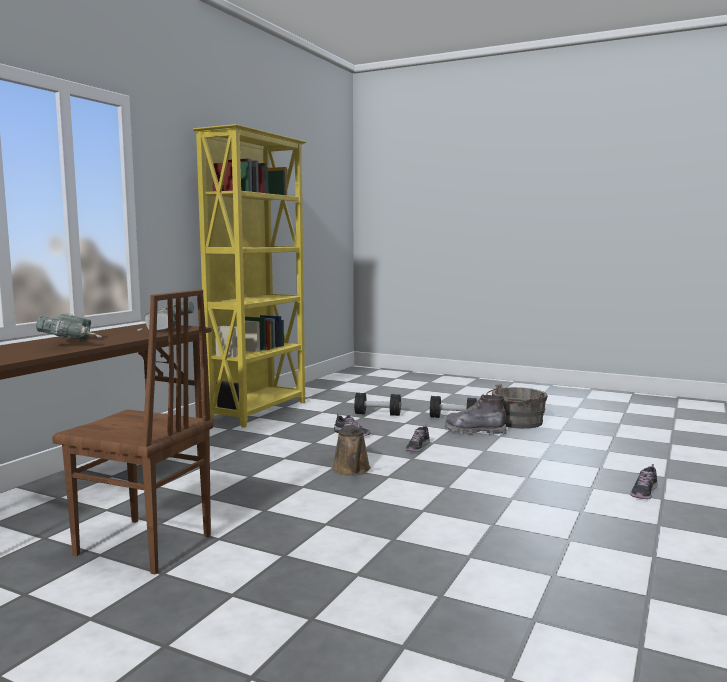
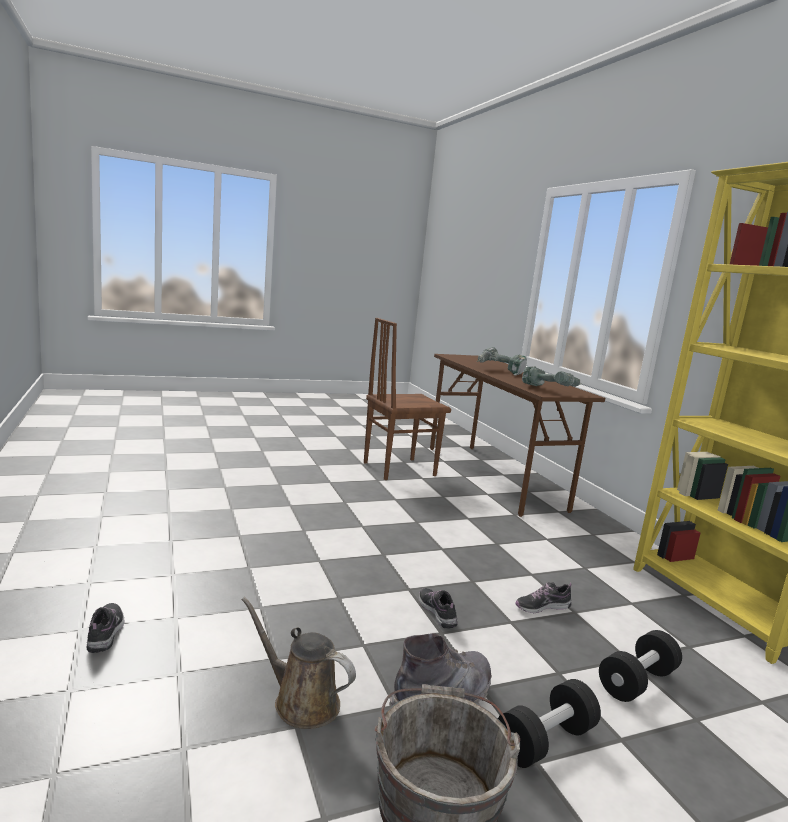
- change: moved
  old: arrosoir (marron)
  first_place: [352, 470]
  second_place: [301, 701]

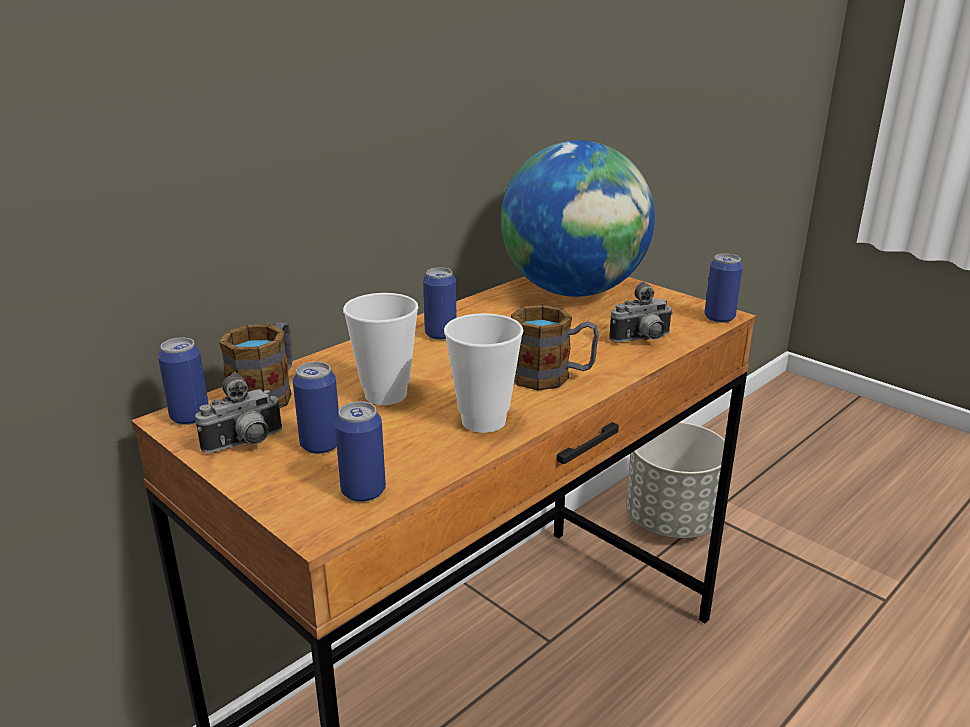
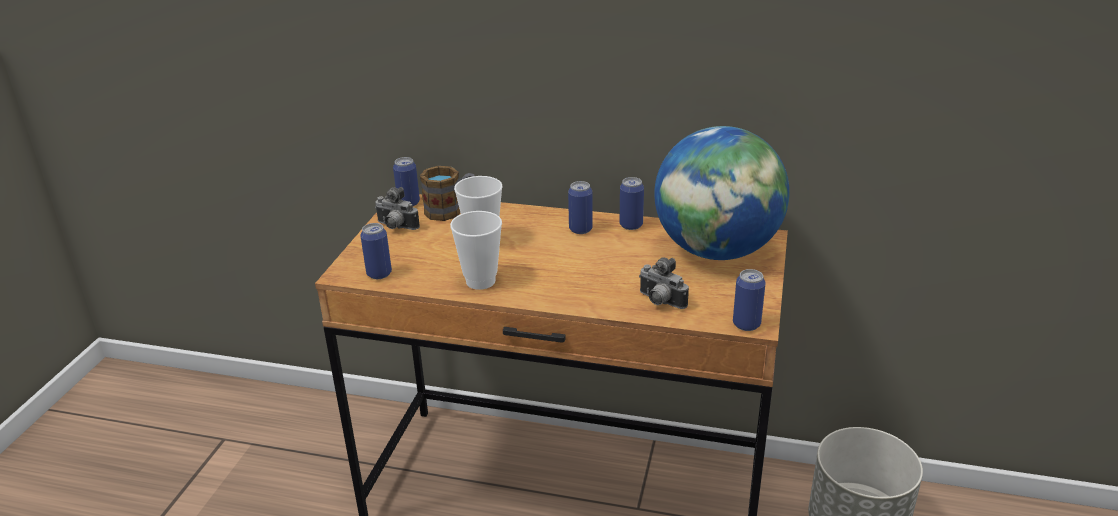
- change: moved
  old: boîte métallique
  first_place: [320, 445]
  second_place: [631, 225]
- change: removed
  old: mug
  first_place: [552, 377]

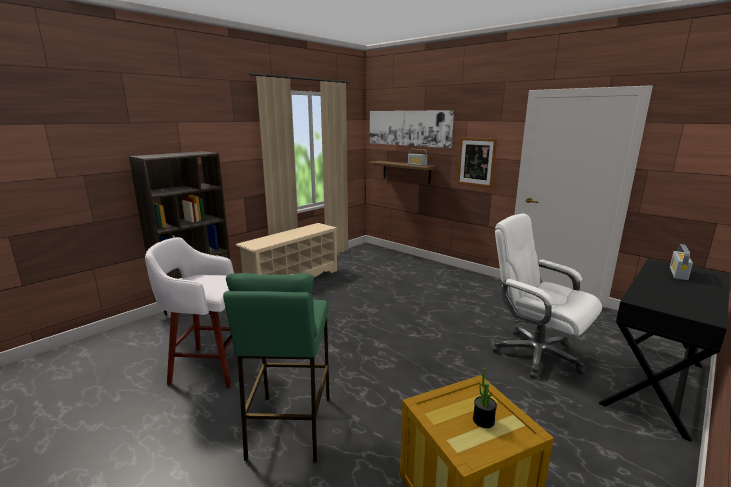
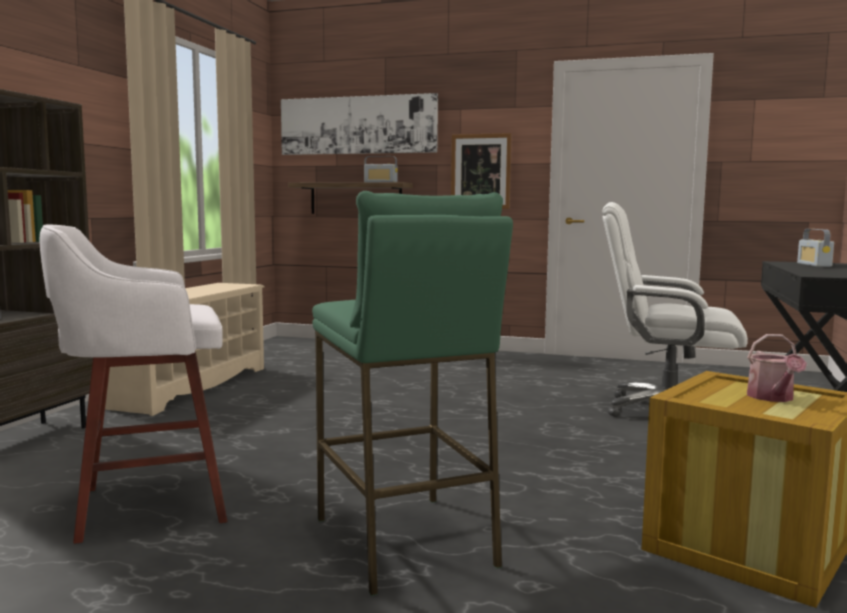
- change: replaced
  old: plante en pot
  new: arrosoir
  first_place: [483, 420]
  second_place: [772, 398]

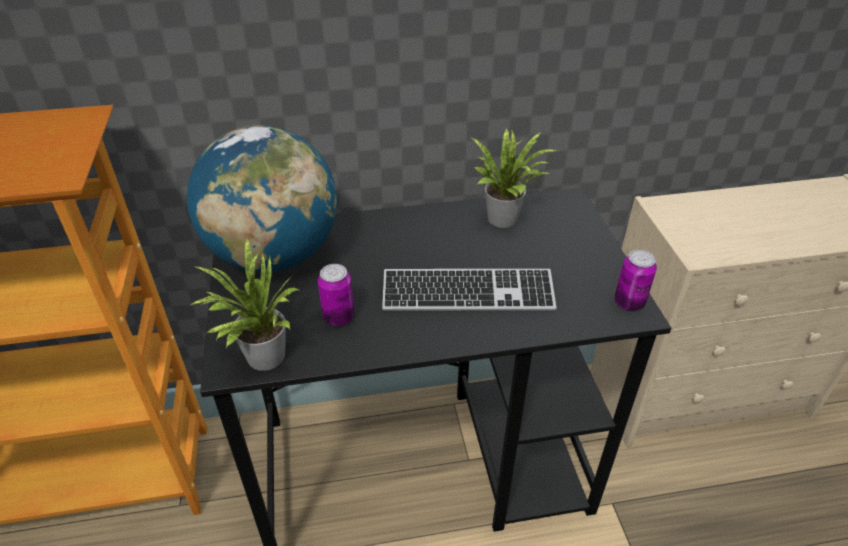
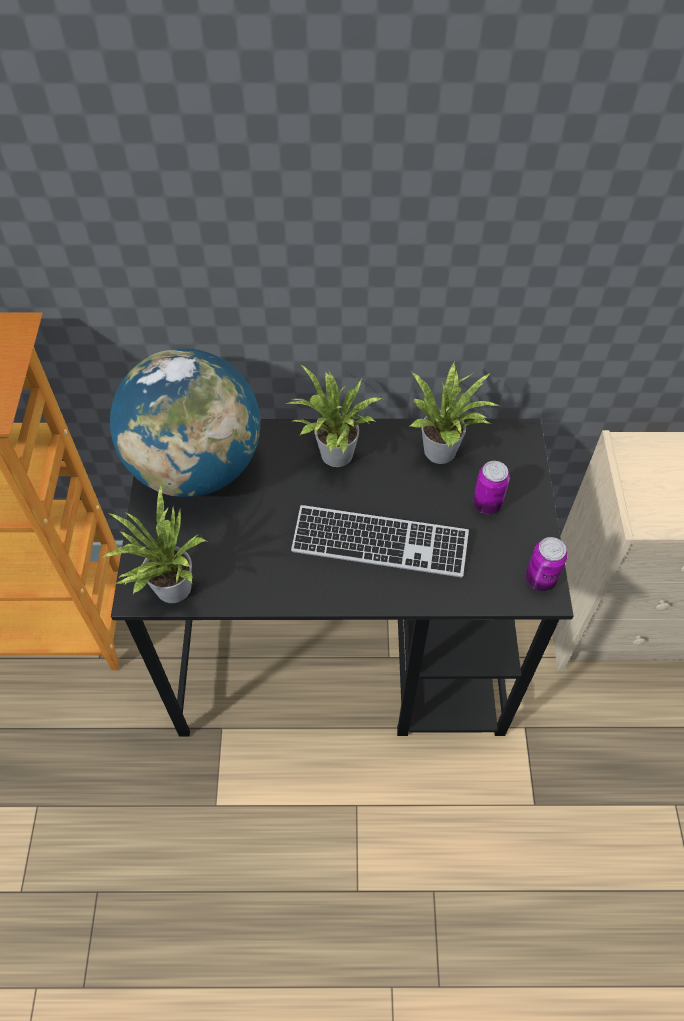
- change: added
  new: plante en pot
  second_place: [333, 457]
- change: moved
  old: boîte métallique
  first_place: [338, 317]
  second_place: [487, 504]

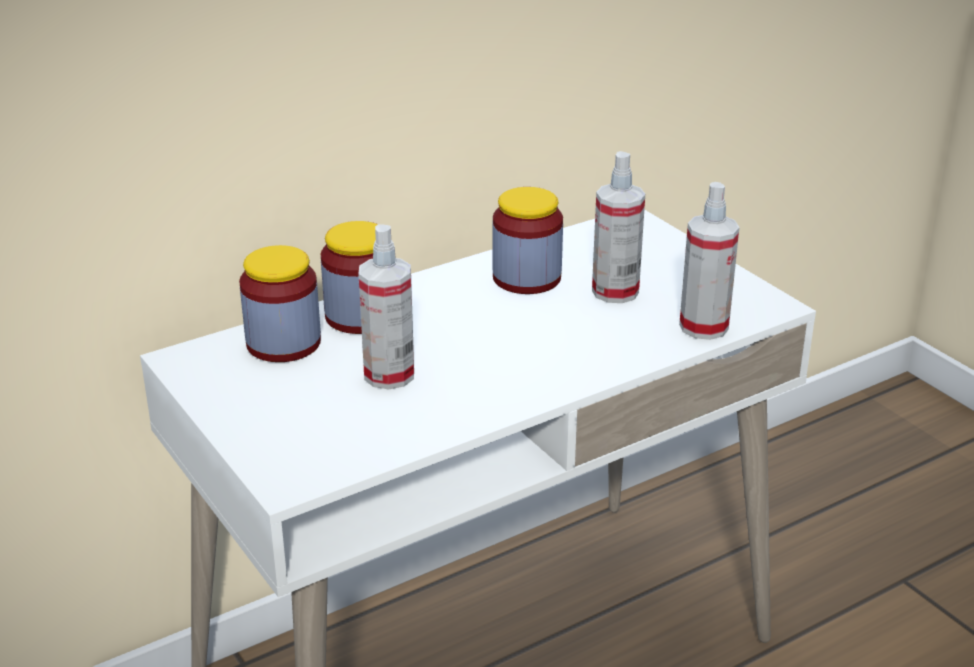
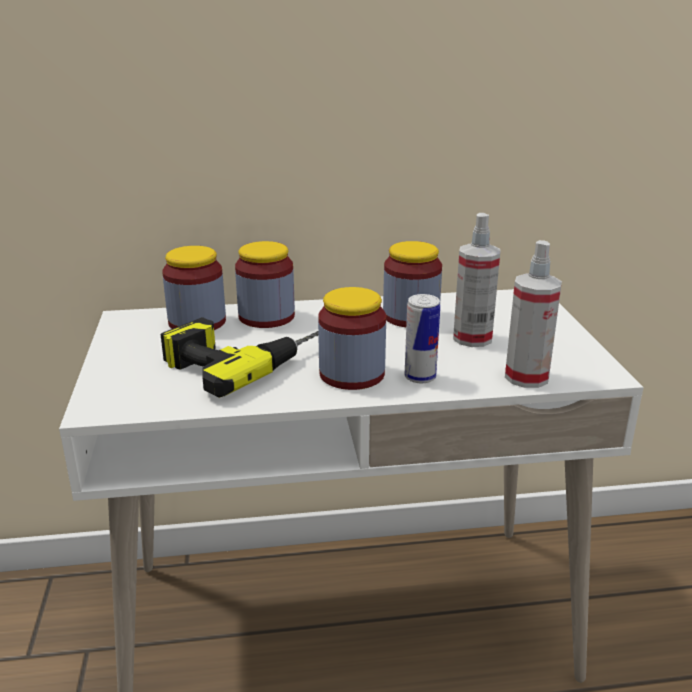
- change: replaced
  old: vaporisateur
  new: perceuse
  first_place: [389, 375]
  second_place: [245, 356]
- change: added
  new: bocal
  second_place: [352, 374]
- change: added
  new: boîte métallique
  second_place: [420, 377]

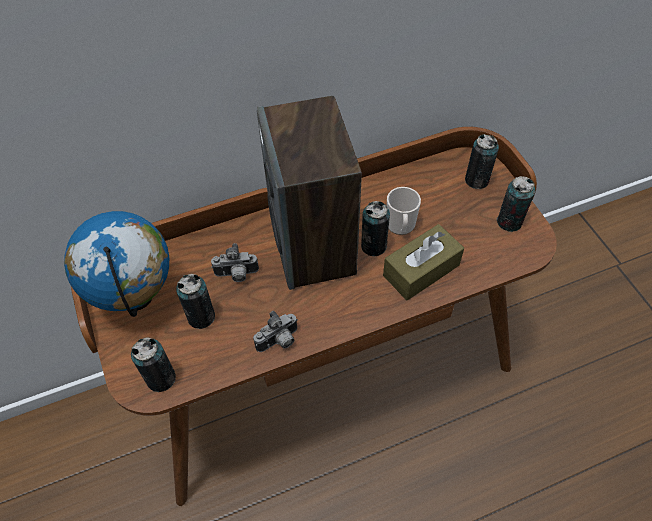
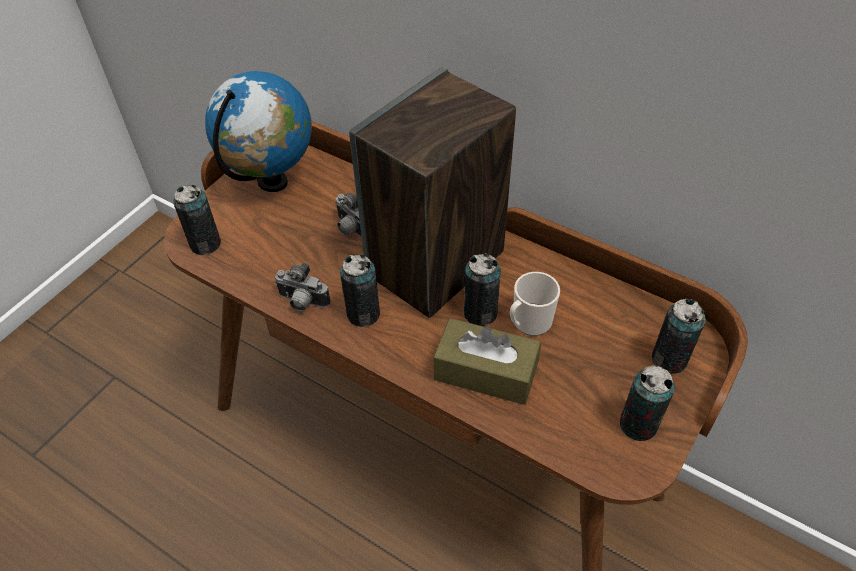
- change: moved
  old: boîte métallique
  first_place: [201, 317]
  second_place: [363, 314]

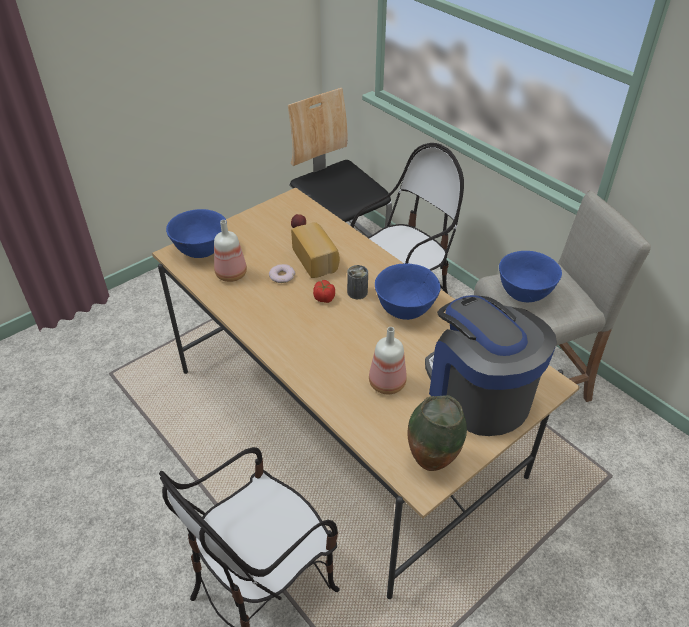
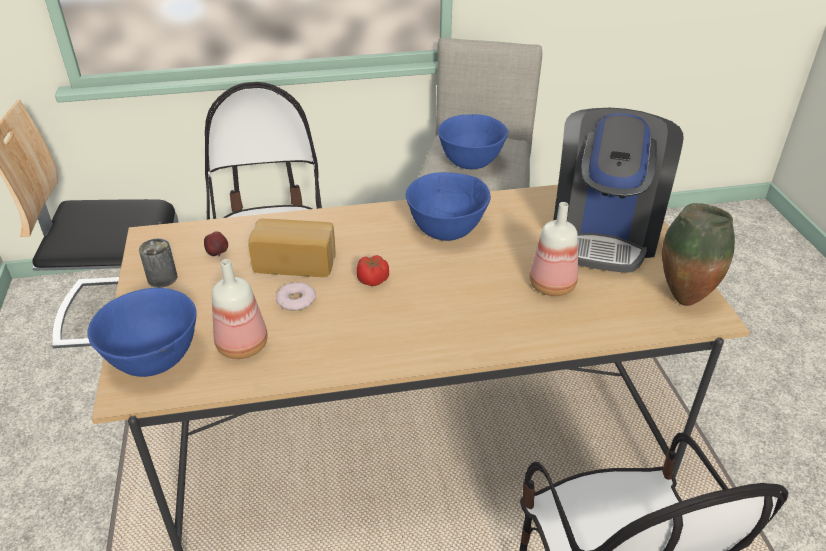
- change: moved
  old: boîte métallique
  first_place: [357, 292]
  second_place: [162, 278]
- change: turned
  old: machine à café
  first_place: [478, 393]
  second_place: [604, 233]
  degrees: -75

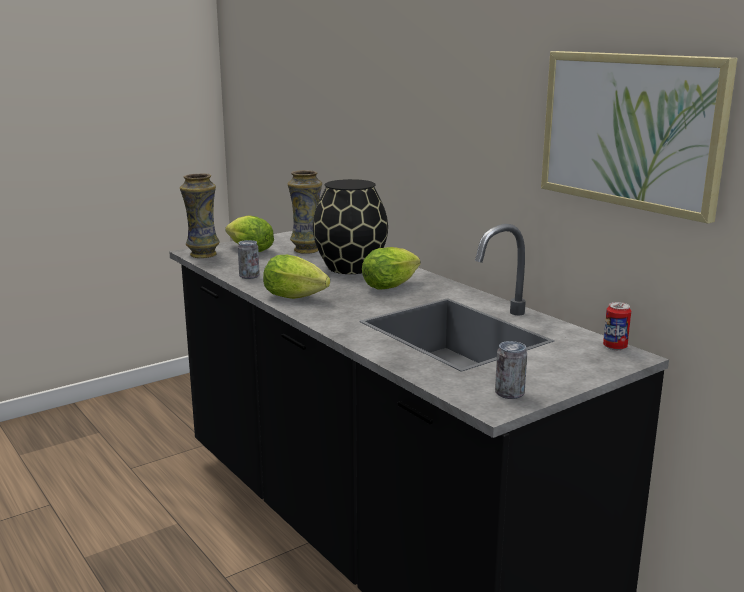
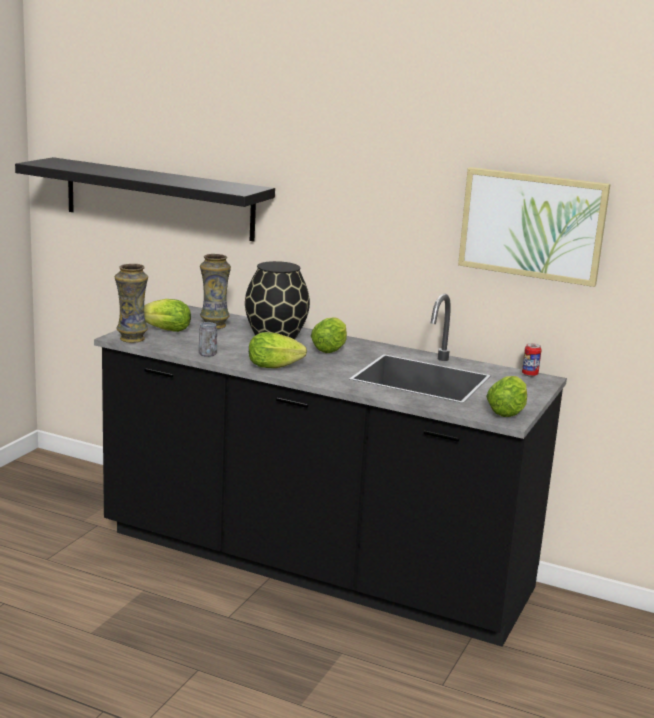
- change: added
  new: étagère (noir)
  second_place: [158, 199]
- change: replaced
  old: boîte métallique
  new: laitue
  first_place: [509, 393]
  second_place: [508, 411]

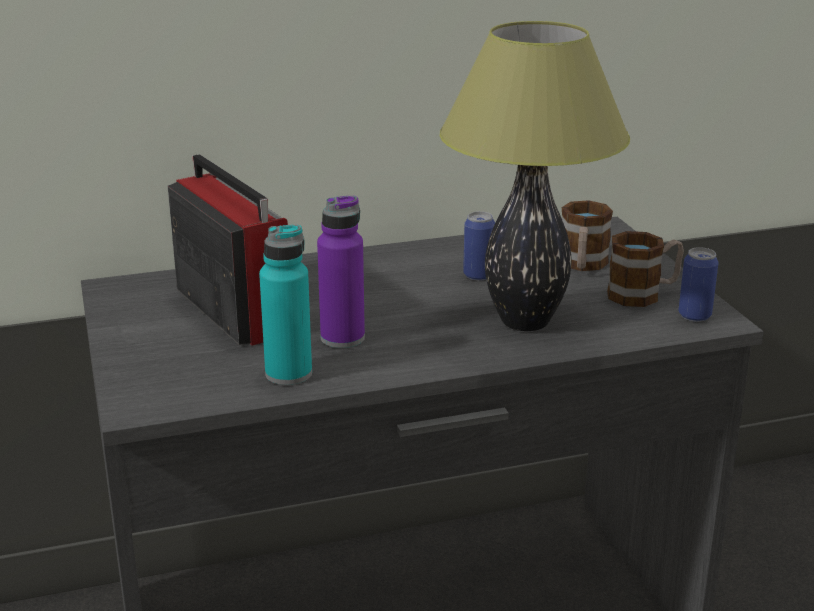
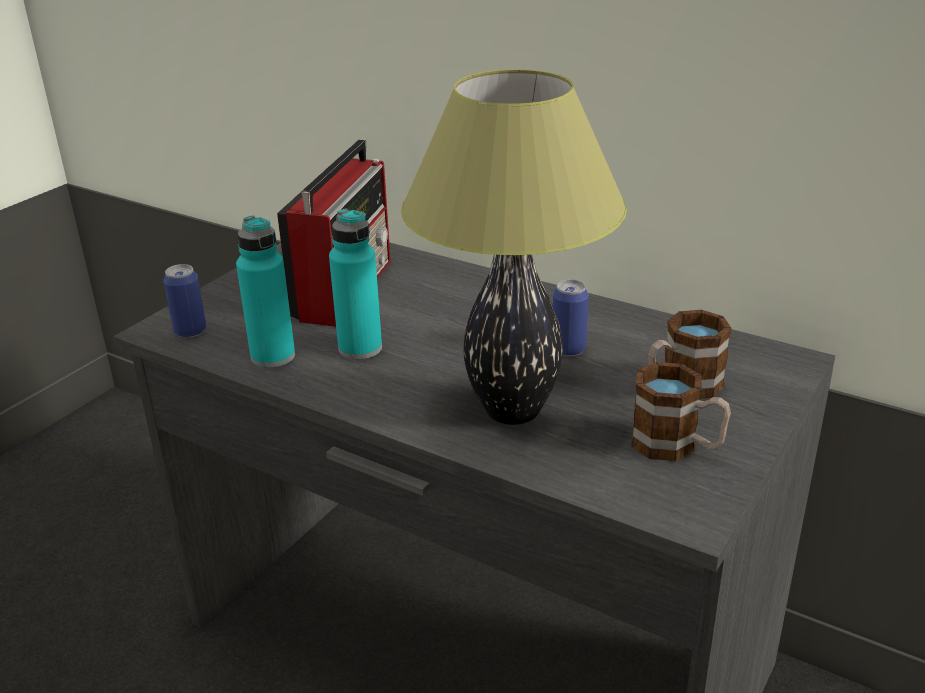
- change: moved
  old: boîte métallique
  first_place: [694, 315]
  second_place: [190, 331]
- change: recoloured
  old: bouteille (violet)
  new: bouteille (turquoise)
  first_place: [342, 338]
  second_place: [360, 348]

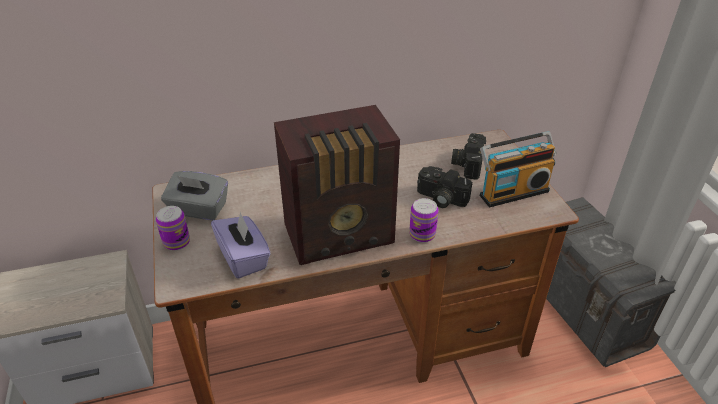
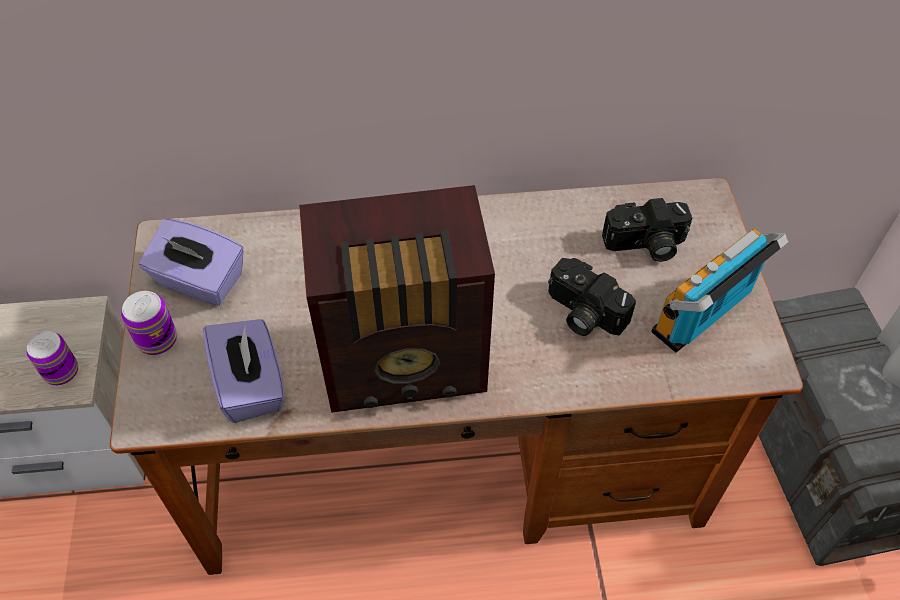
- change: moved
  old: boîte métallique
  first_place: [422, 234]
  second_place: [61, 371]
- change: recoloured
  old: boîte à mouchoirs (gris)
  new: boîte à mouchoirs (violet)
  first_place: [198, 210]
  second_place: [199, 281]
- change: turned
  old: appareil photo
  first_place: [467, 163]
  second_place: [645, 245]
  degrees: -120
- change: turned
  old: radio
  first_place: [512, 191]
  second_place: [705, 315]
  degrees: 150

